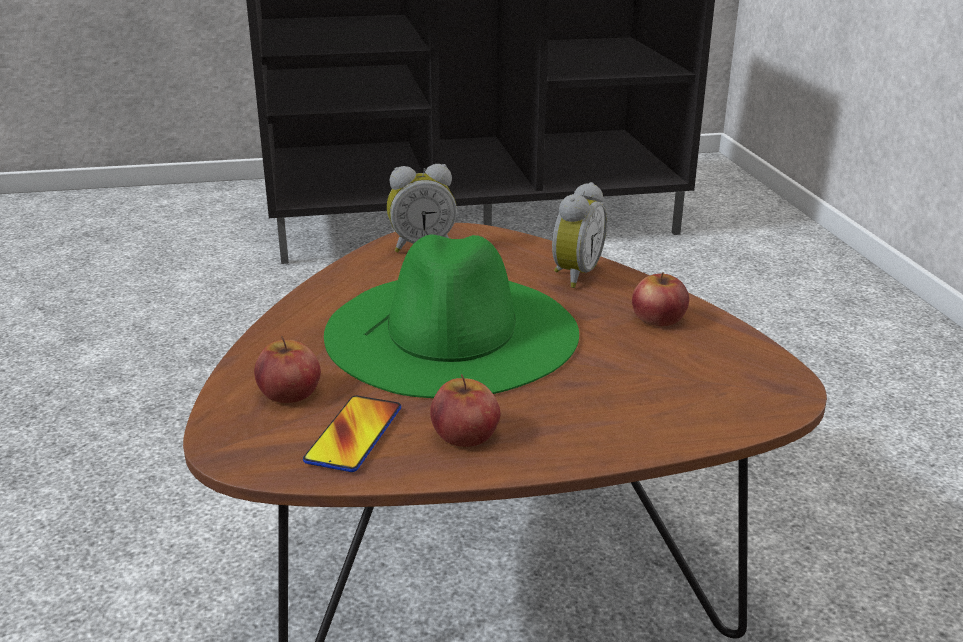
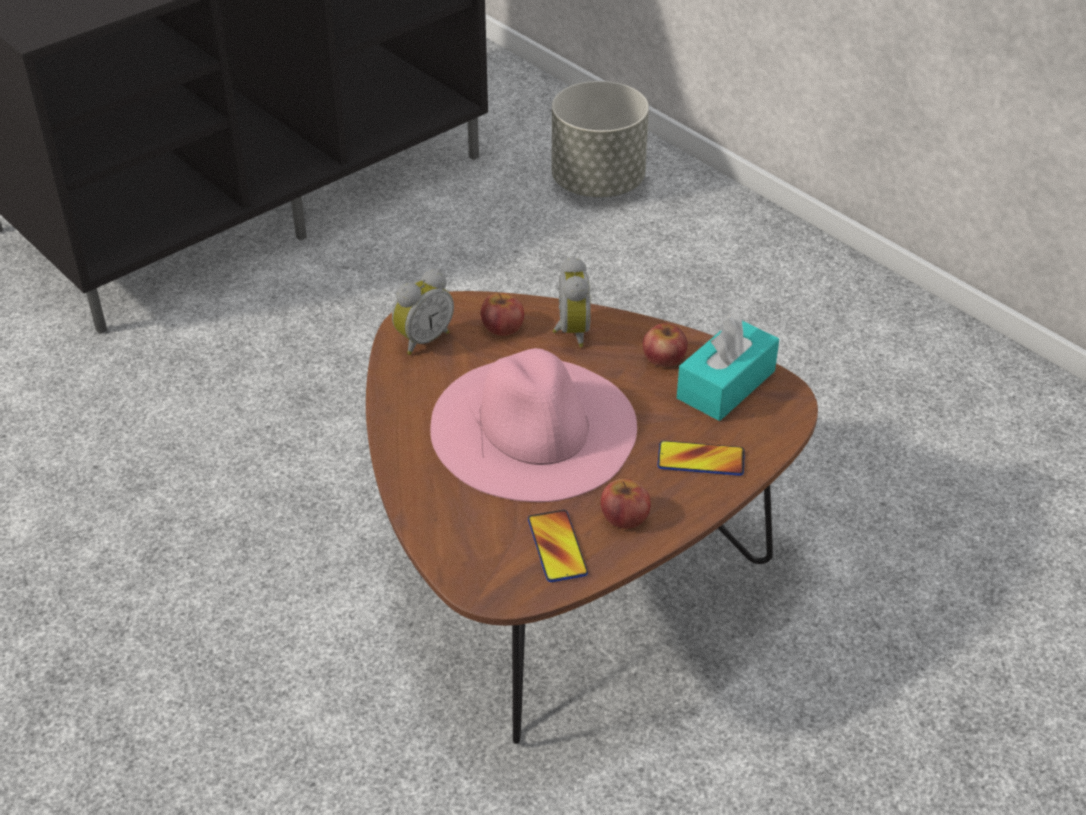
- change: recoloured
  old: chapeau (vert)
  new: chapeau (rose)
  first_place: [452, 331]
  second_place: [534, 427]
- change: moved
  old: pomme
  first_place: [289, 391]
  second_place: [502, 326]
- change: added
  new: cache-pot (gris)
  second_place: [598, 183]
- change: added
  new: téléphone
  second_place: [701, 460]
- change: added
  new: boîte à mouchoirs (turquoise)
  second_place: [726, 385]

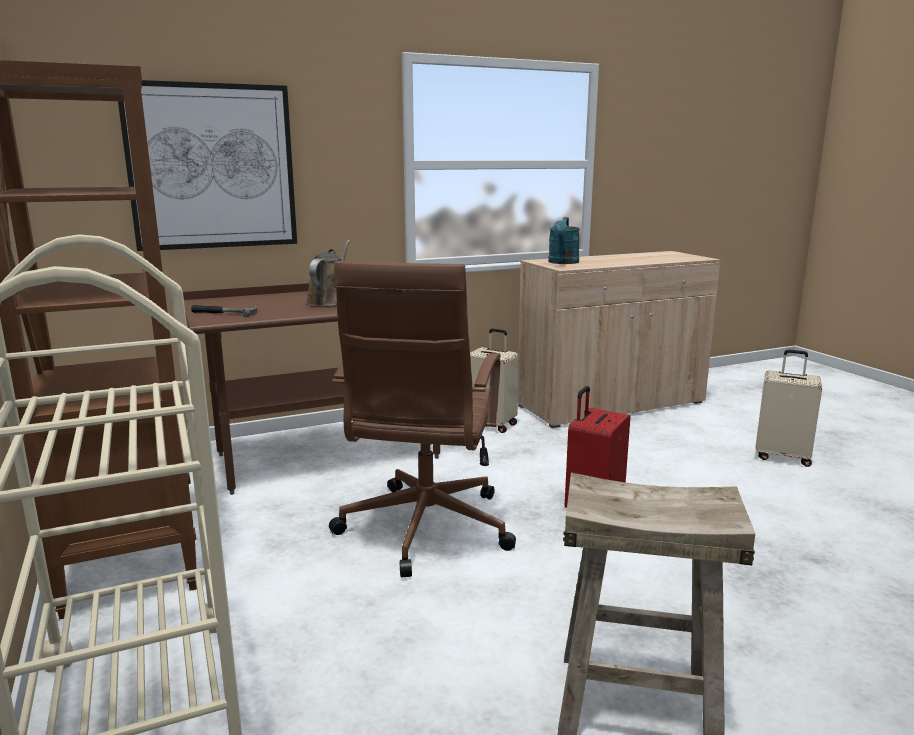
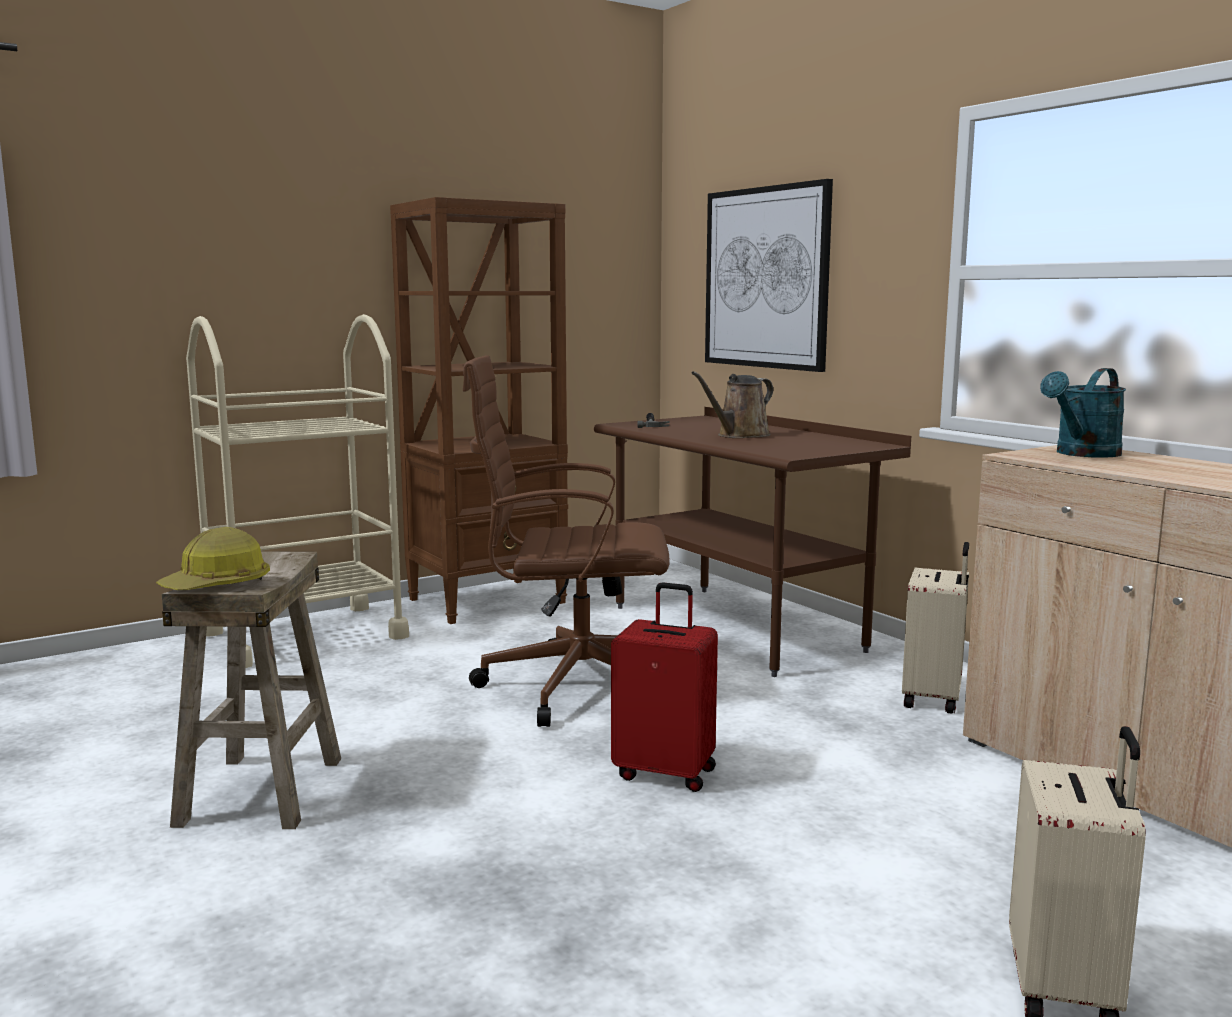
- change: added
  new: casque de chantier
  second_place: [218, 586]
- change: turned
  old: arrosoir (marron)
  first_place: [329, 301]
  second_place: [739, 435]
  degrees: 135
- change: turned
  old: arrosoir (turquoise)
  first_place: [563, 262]
  second_place: [1082, 454]
  degrees: -45

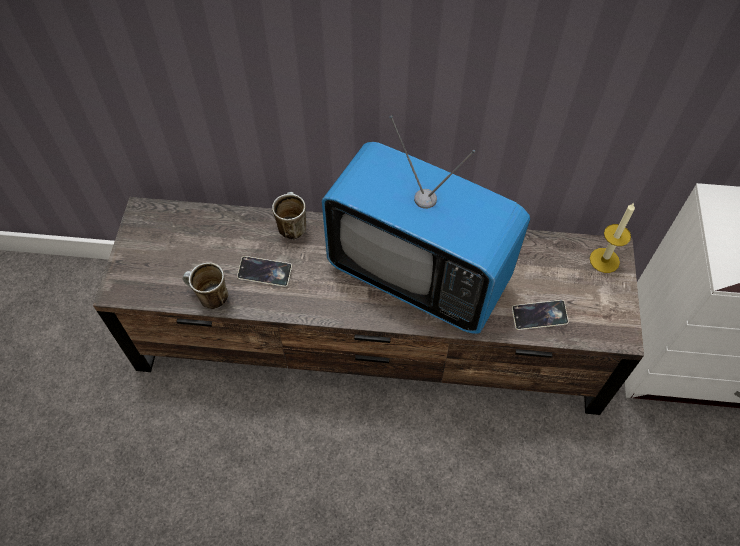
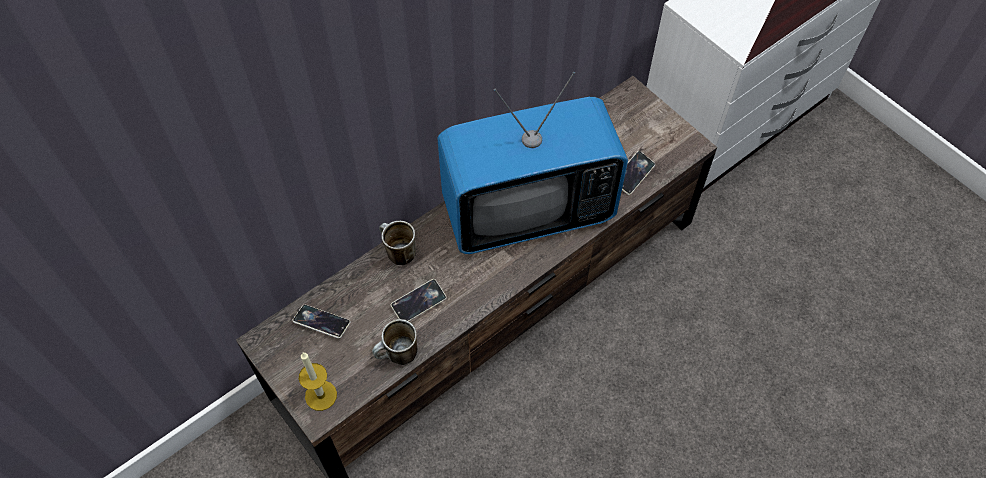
- change: added
  new: téléphone
  second_place: [322, 323]
- change: moved
  old: bougie
  first_place: [604, 260]
  second_place: [321, 395]

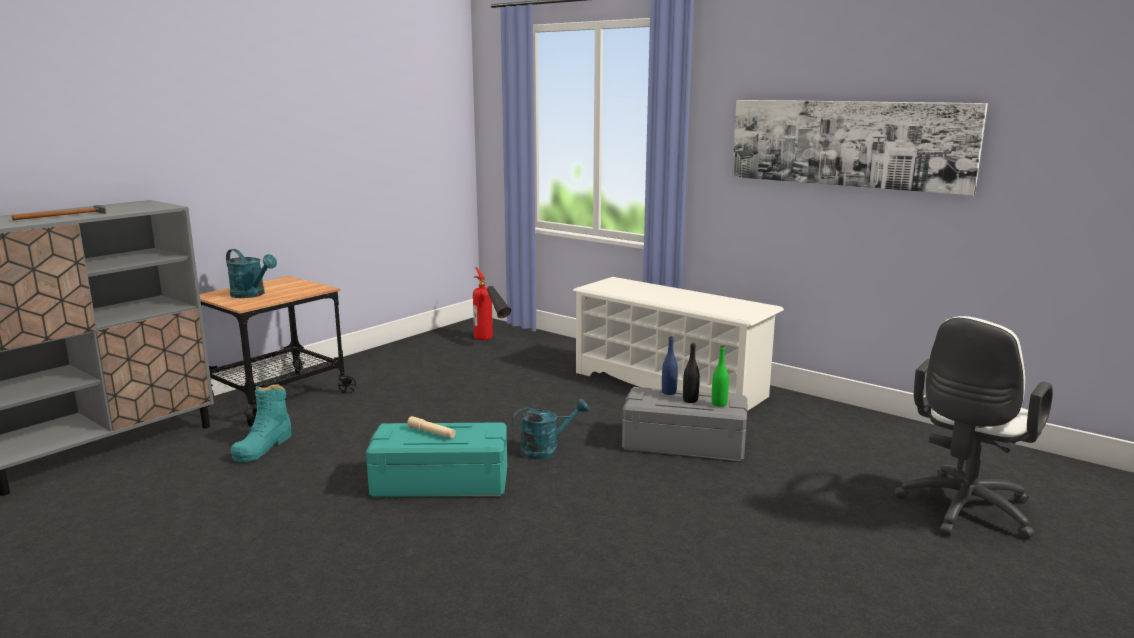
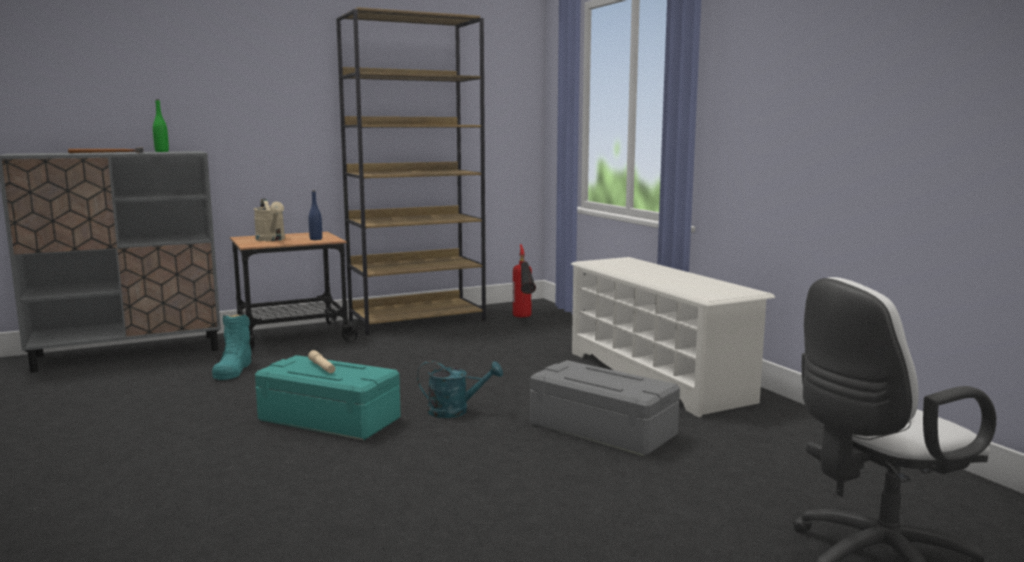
- change: moved
  old: bouteille (vert)
  first_place: [719, 404]
  second_place: [162, 151]
- change: turned
  old: botte (turquoise)
  first_place: [263, 447]
  second_place: [233, 370]
  degrees: -45
- change: recoloured
  old: arrosoir (turquoise)
  new: arrosoir (beige)
  first_place: [252, 295]
  second_place: [272, 239]
- change: moved
  old: bouteille (bleu)
  first_place: [669, 392]
  second_place: [316, 239]
- change: added
  new: bibliothèque (marron)
  second_place: [418, 320]
- change: removed
  old: bouteille (noir)
  first_place: [690, 400]
- change: removed
  old: tableau
  first_place: [848, 143]

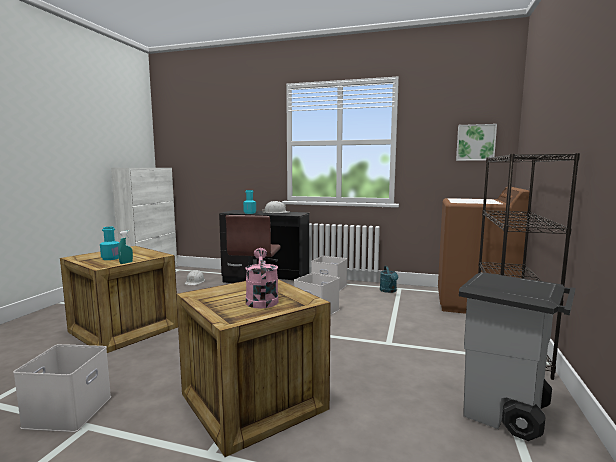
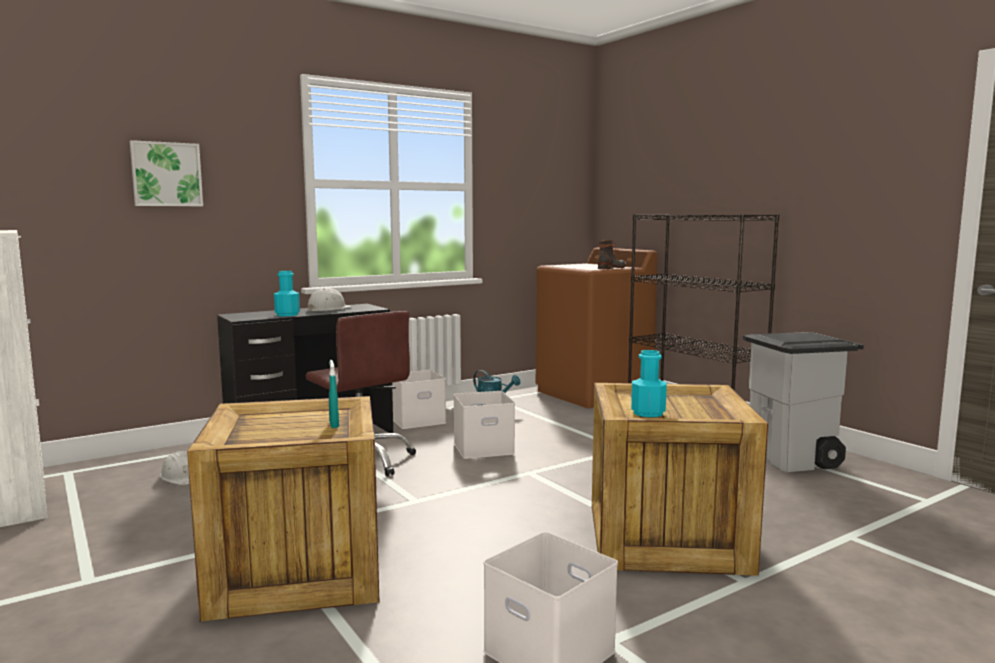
- change: moved
  old: tableau
  first_place: [475, 142]
  second_place: [166, 174]
- change: added
  new: botte
  second_place: [612, 268]
- change: moved
  old: bouteille (turquoise)
  first_place: [111, 258]
  second_place: [648, 413]
- change: removed
  old: arrosoir (rose)
  first_place: [261, 299]

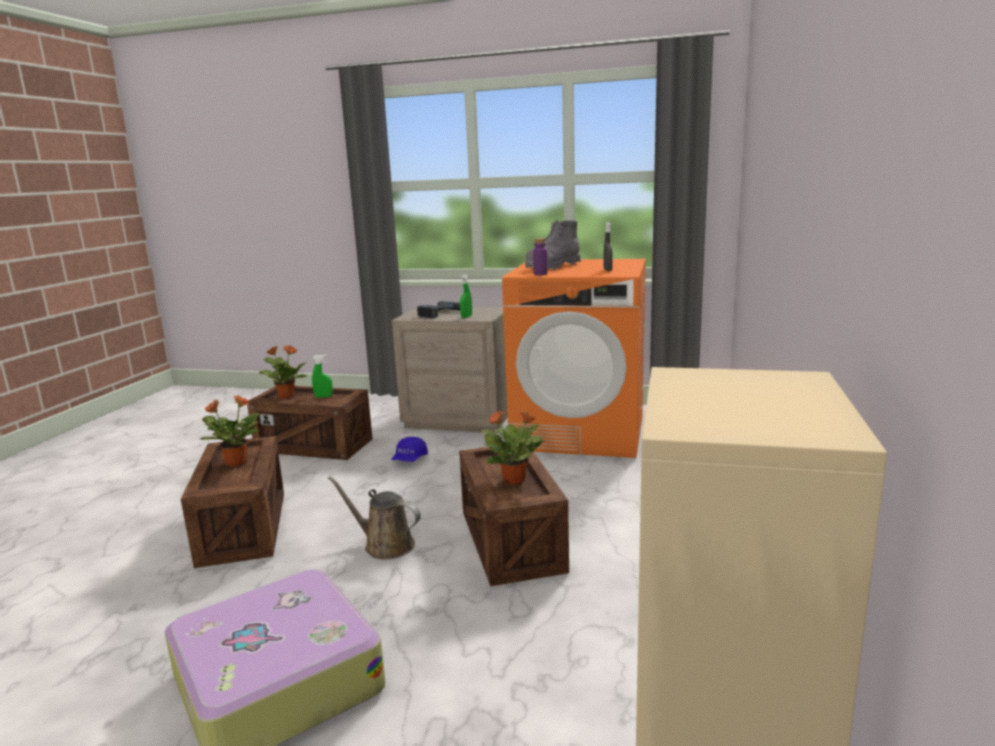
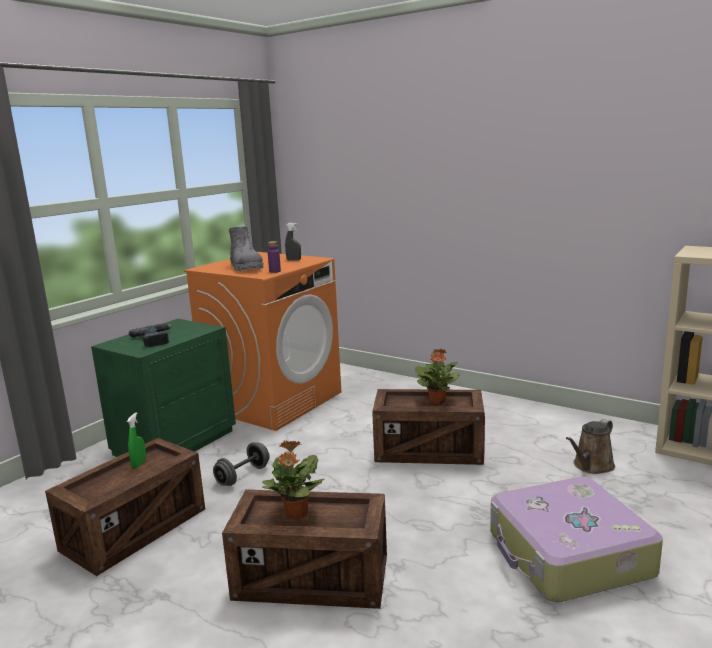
- change: recoloured
  old: table de chevet (beige)
  new: table de chevet (vert)
  first_place: [459, 418]
  second_place: [174, 442]
- change: replaced
  old: casquette (bleu)
  new: haltère (gris)
  first_place: [409, 459]
  second_place: [243, 476]
- change: moved
  old: arrosoir (marron)
  first_place: [385, 545]
  second_place: [591, 466]
- change: removed
  old: plante en pot
  first_place: [286, 396]
- change: removed
  old: vaporisateur (vert)
  first_place: [466, 317]

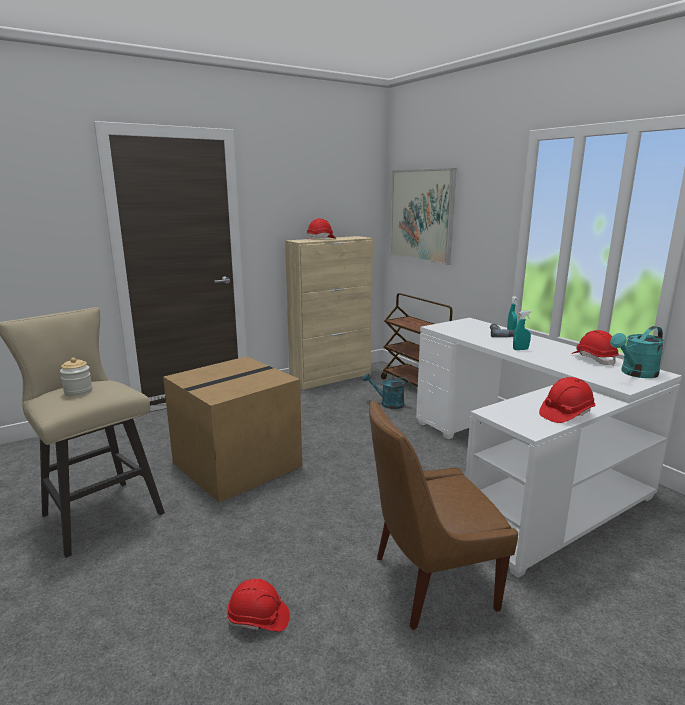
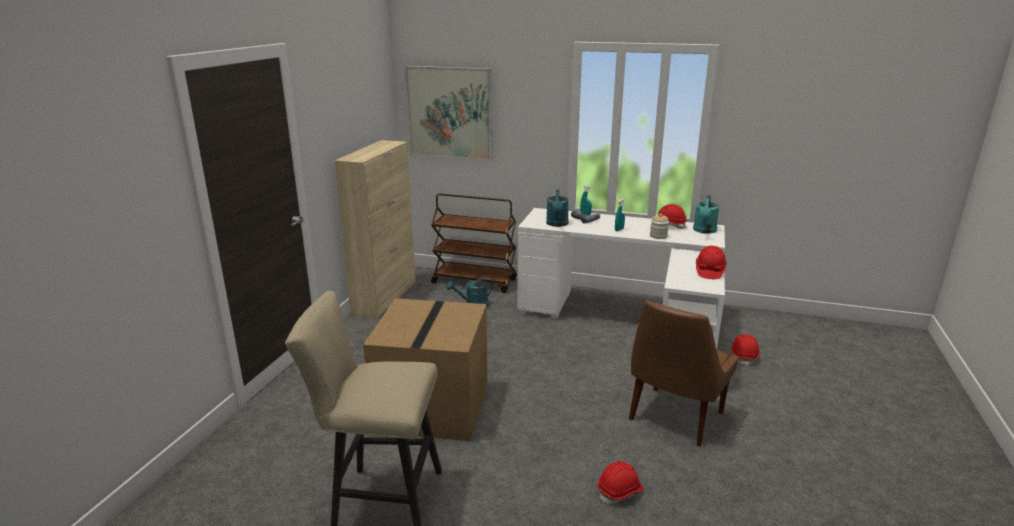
- change: added
  new: arrosoir (turquoise)
  second_place: [557, 224]
- change: moved
  old: bocal
  first_place: [78, 391]
  second_place: [658, 236]
- change: moved
  old: casque de chantier (rouge)
  first_place: [321, 239]
  second_place: [744, 356]

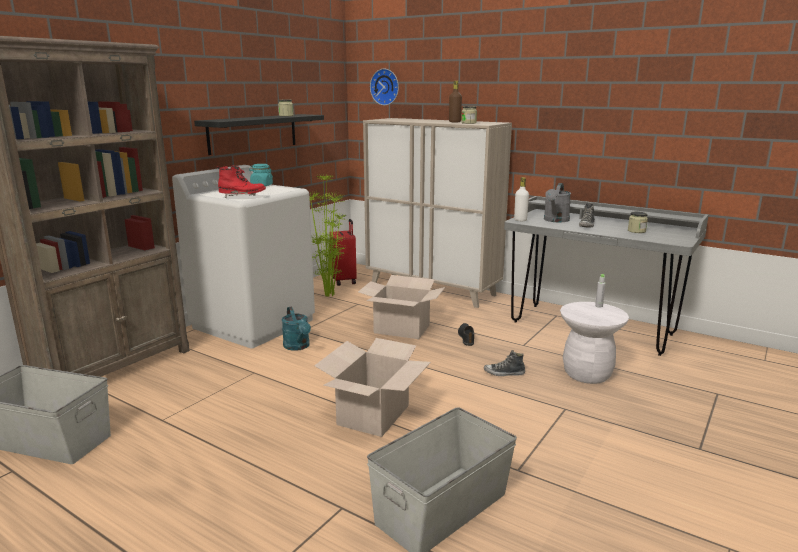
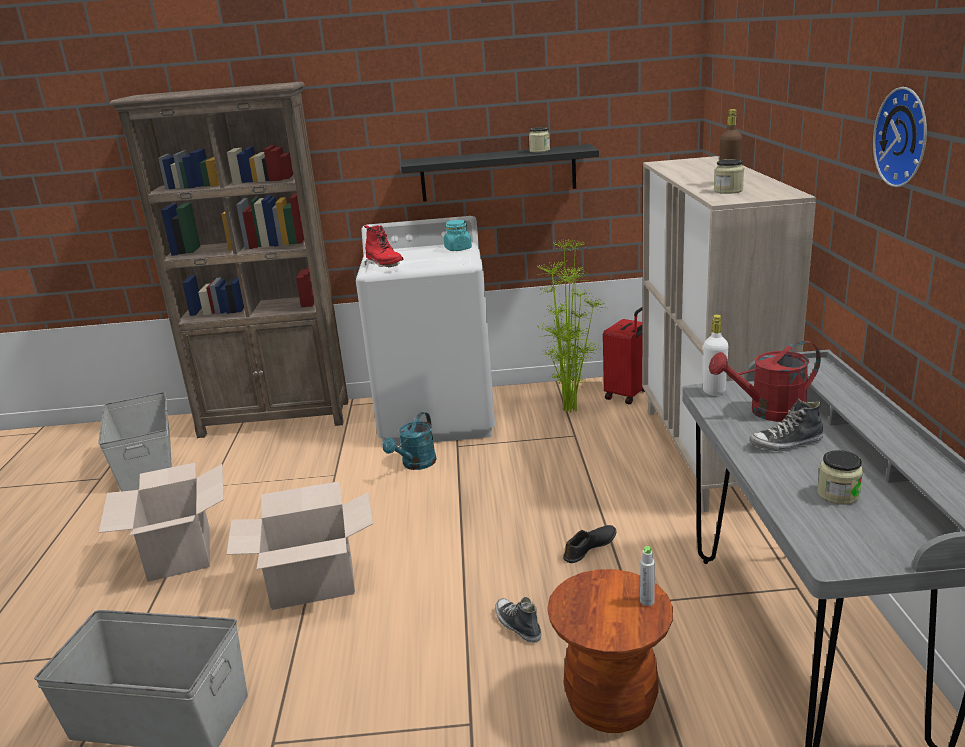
- change: moved
  old: carton
  first_place: [402, 329]
  second_place: [180, 553]
- change: recoloured
  old: tabouret (blanc)
  new: tabouret (marron)
  first_place: [587, 374]
  second_place: [611, 704]
- change: recoloured
  old: arrosoir (gris)
  new: arrosoir (rouge)
  first_place: [555, 220]
  second_place: [768, 412]
- change: moved
  old: horloge murale
  first_place: [385, 87]
  second_place: [906, 137]

